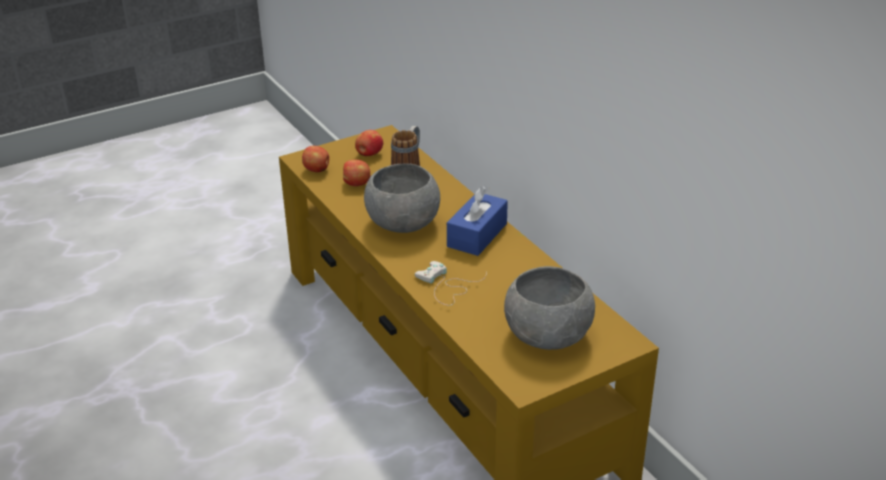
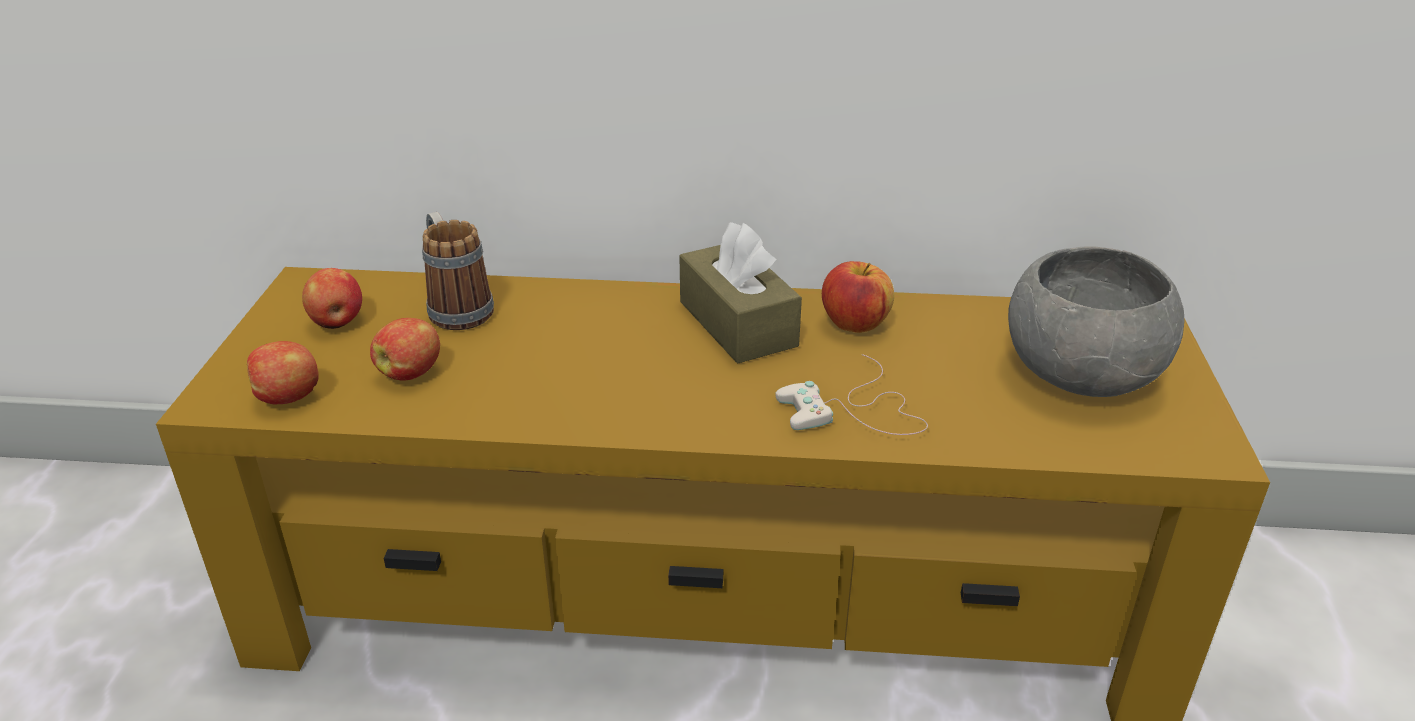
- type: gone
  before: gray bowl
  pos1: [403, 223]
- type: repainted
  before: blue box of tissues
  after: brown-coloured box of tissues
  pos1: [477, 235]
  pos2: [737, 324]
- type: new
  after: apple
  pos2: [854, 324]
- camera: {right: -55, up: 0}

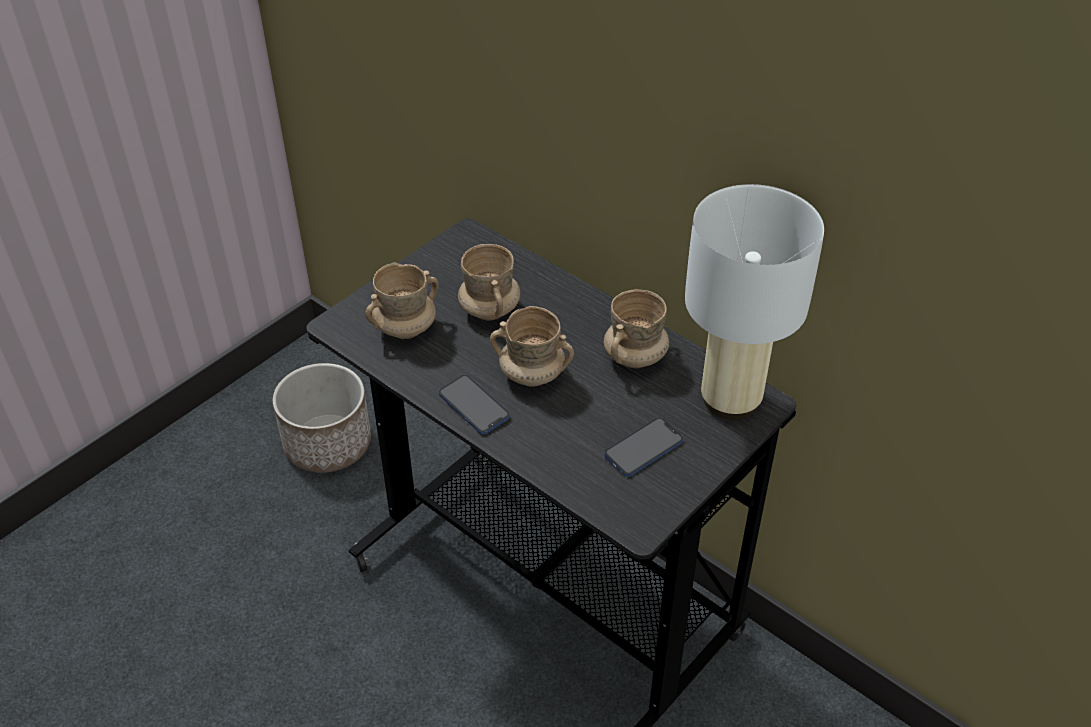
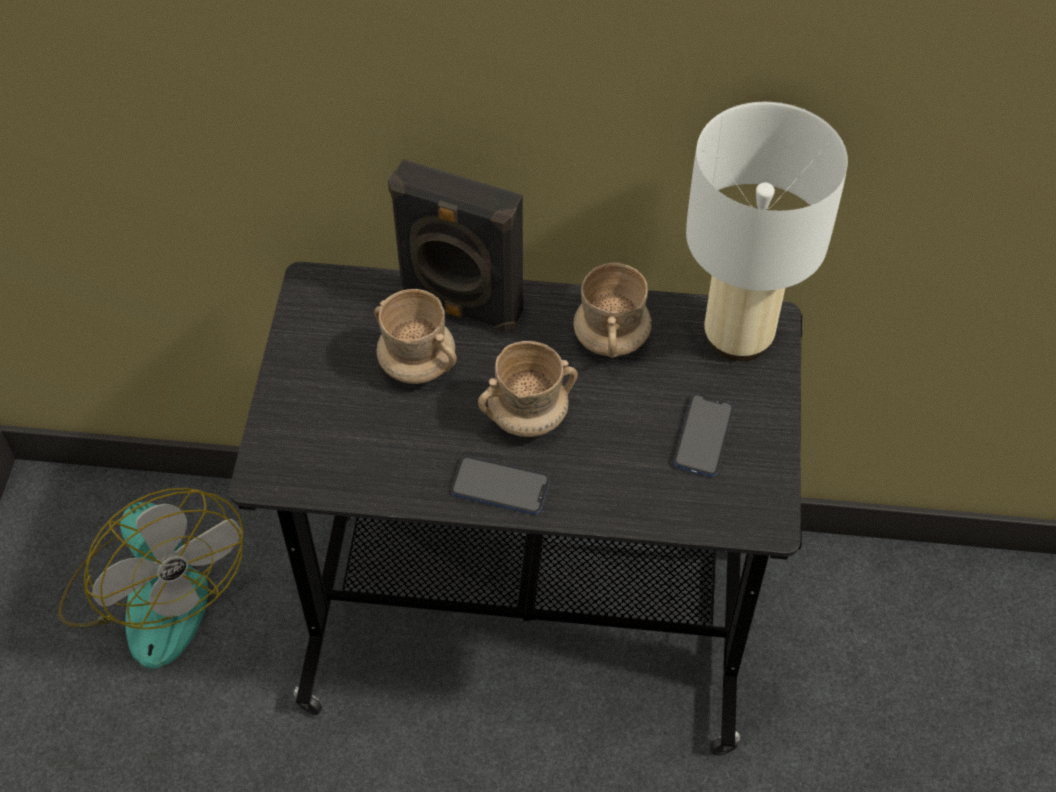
- type: swapped
  before: plant pot
  after: cooling fan
  pos1: [328, 444]
  pos2: [154, 592]
- type: gone
  before: beige tea mug
  pos1: [405, 328]
- type: new
  after: black speaker
  pos2: [460, 308]
- camera: {right: -35, up: 10}

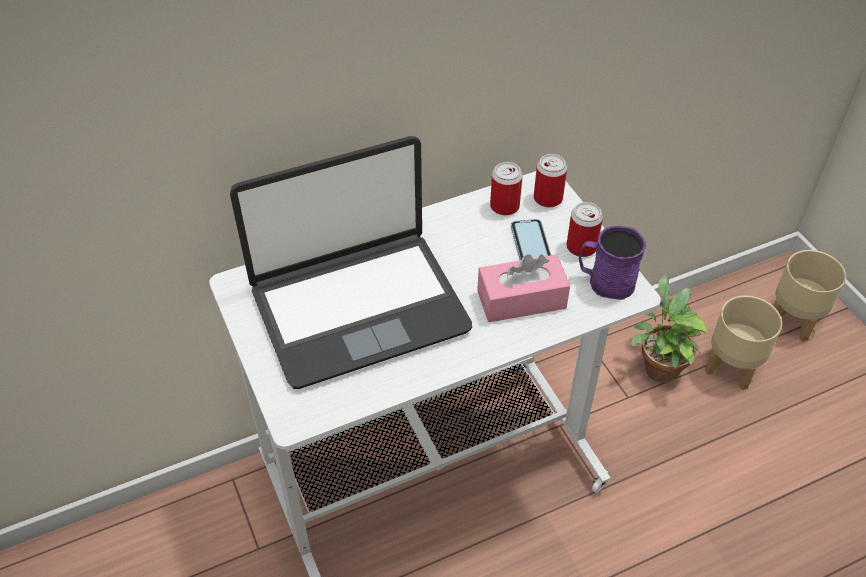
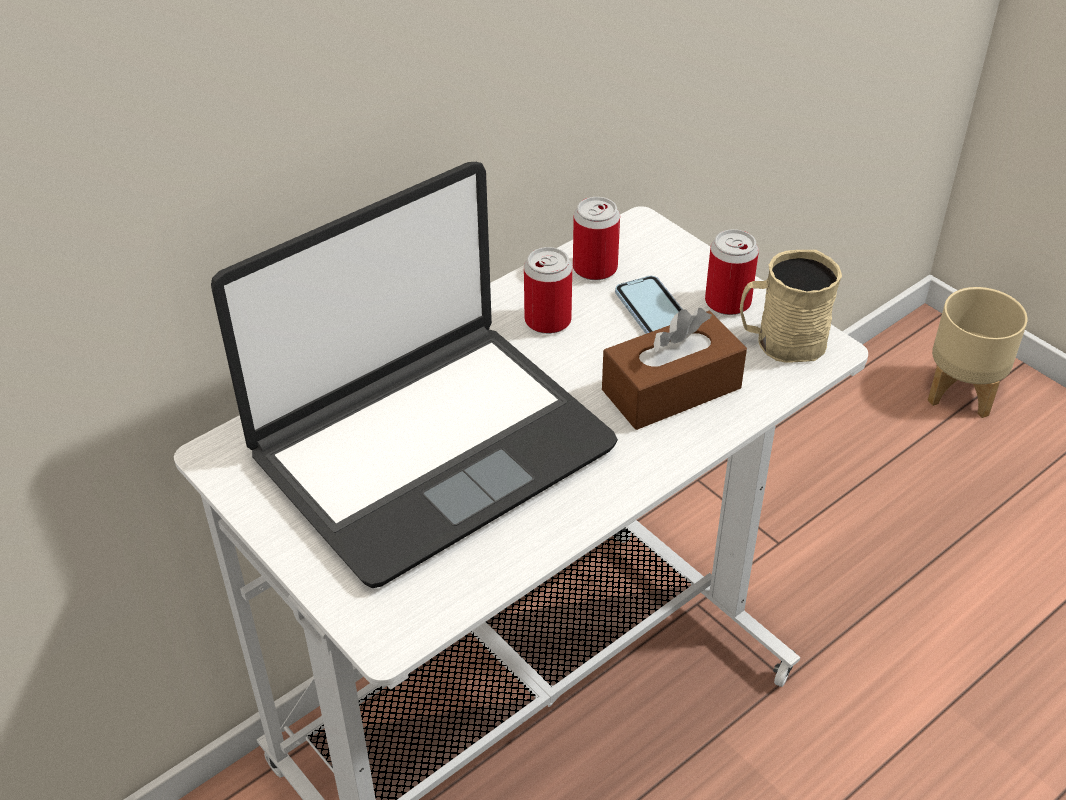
- type: repainted
  before: pinkish box of tissues
  after: brown-coloured box of tissues
  pos1: [521, 299]
  pos2: [671, 389]
- type: shifted
  before: sealed can
  pos1: [548, 198]
  pos2: [548, 320]
- type: repainted
  before: purplish tea mug
  after: beige tea mug
  pos1: [605, 282]
  pos2: [781, 341]
- type: gone
  before: potted plant
  pos1: [658, 366]
- type: gone
  before: beige plant pot
  pos1: [732, 366]
- camera: {right: -15, up: -5}

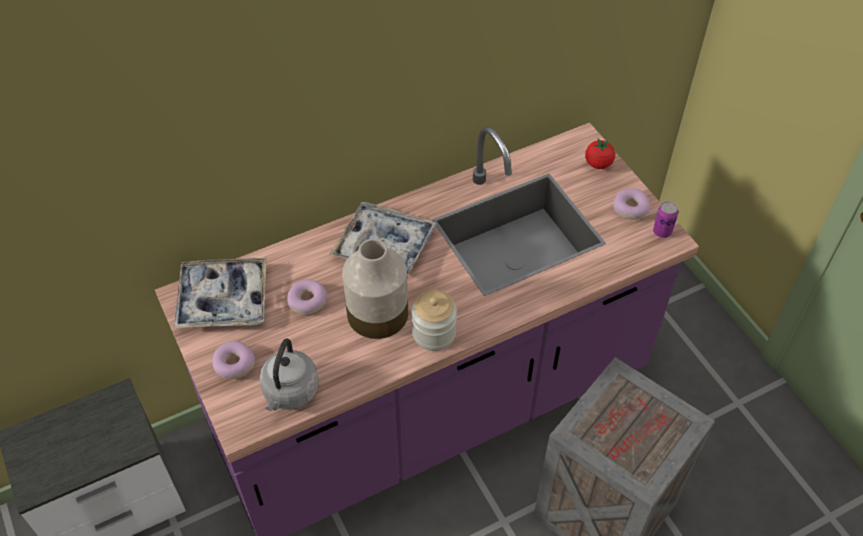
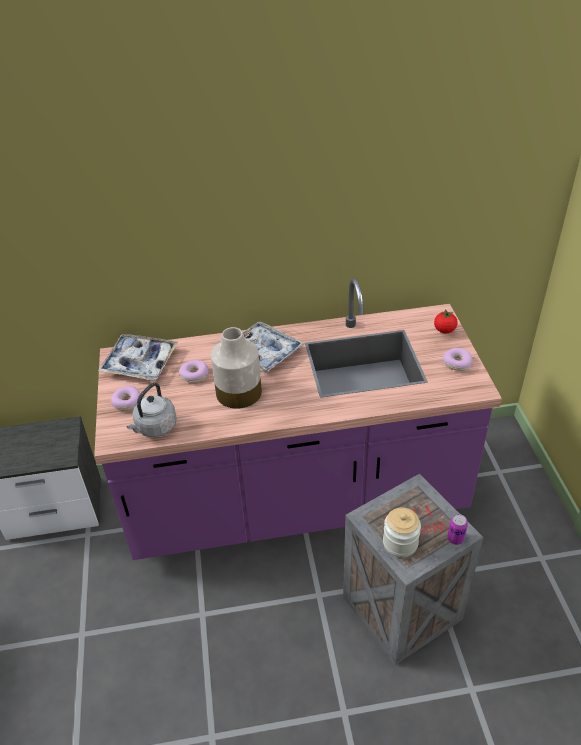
- type: shifted
  before: jar
  pos1: [434, 333]
  pos2: [400, 543]
- type: shifted
  before: sealed can
  pos1: [662, 231]
  pos2: [455, 538]
- camera: {right: 20, up: -10}

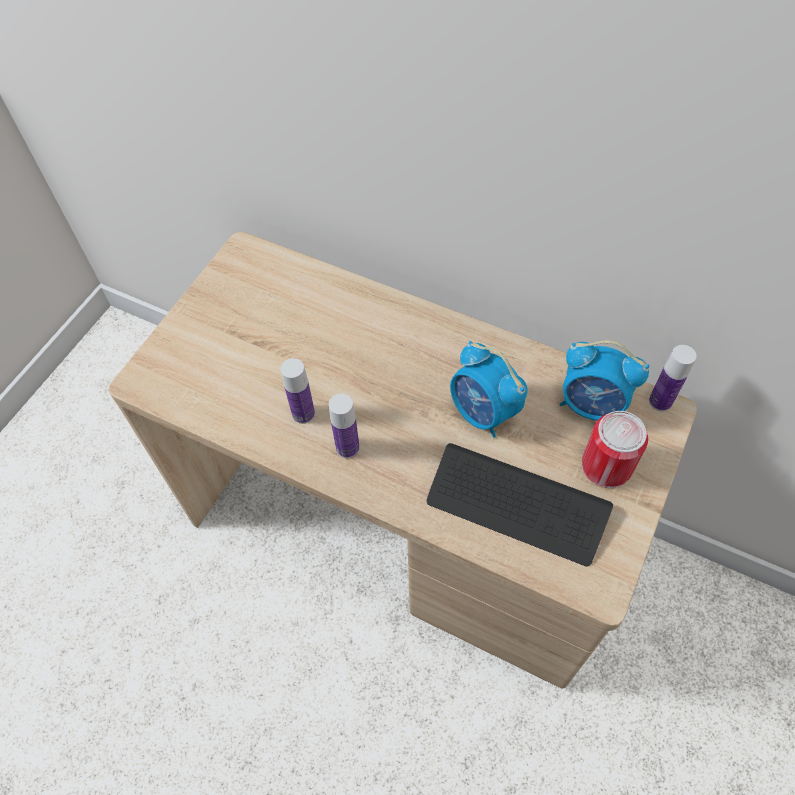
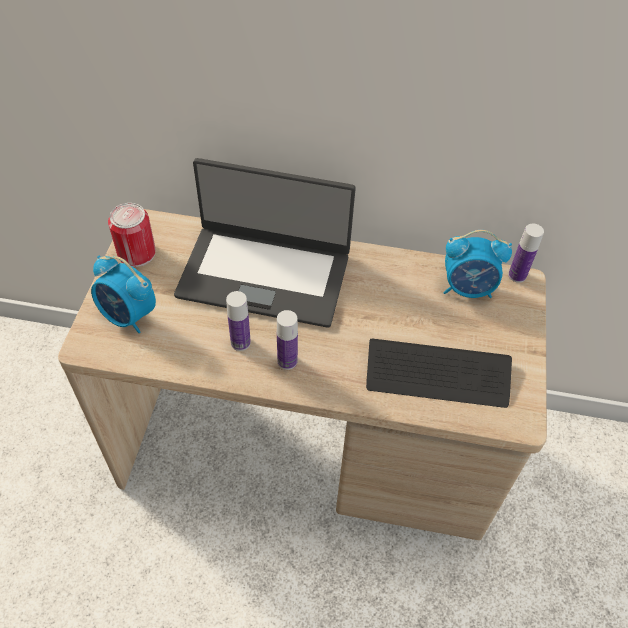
- type: shifted
  before: table clock
  pos1: [483, 413]
  pos2: [128, 316]
- type: shifted
  before: sealed can
  pos1: [606, 466]
  pos2: [136, 253]
- type: new
  after: notebook computer
  pos2: [264, 274]
- camera: {right: -20, up: -5}

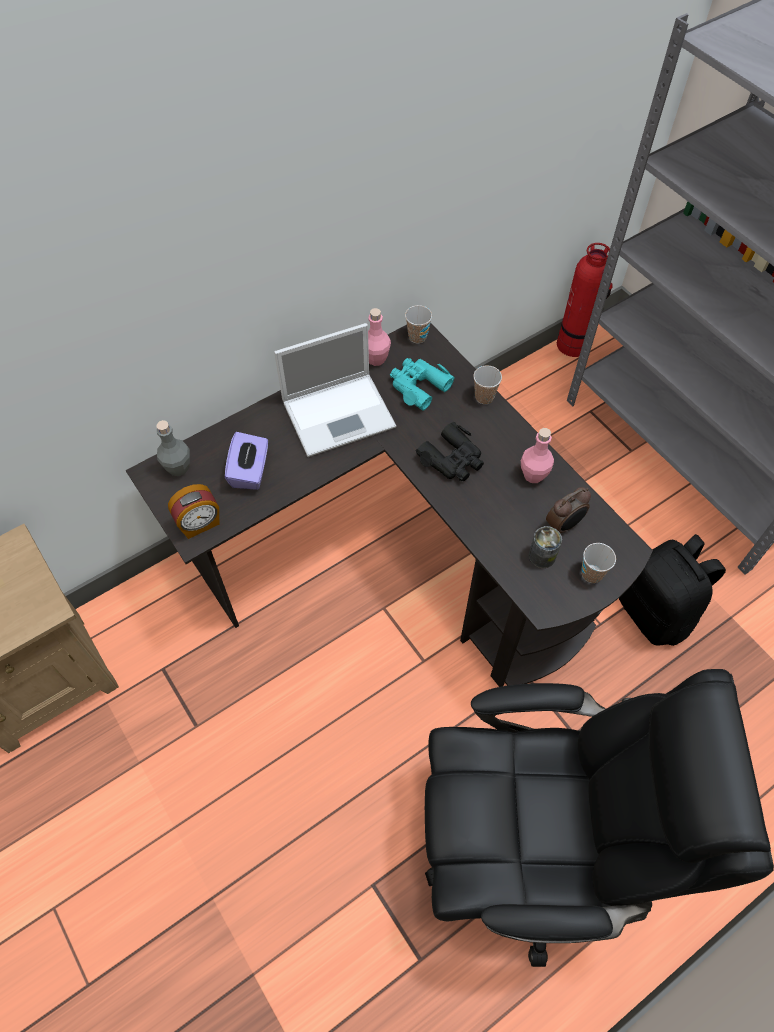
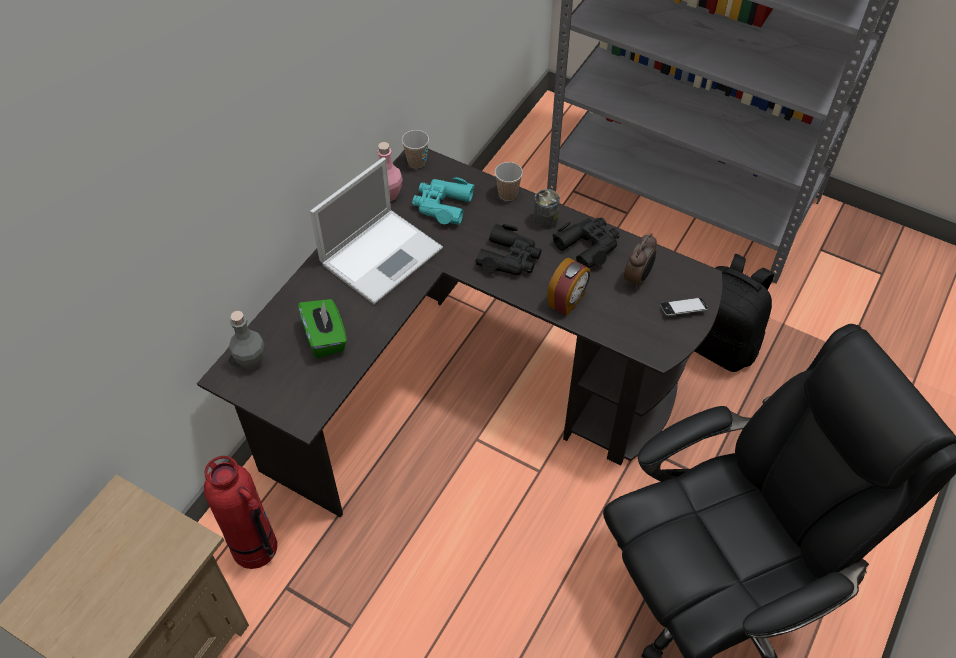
- type: shifted
  before: table clock
  pos1: [199, 524]
  pos2: [567, 301]
- type: repainted
  before: purplish box of tissues
  after: green-coloured box of tissues
  pos1: [250, 471]
  pos2: [325, 338]
- type: swapped
  before: pinkish bottle
  after: black pair of binoculars
  pos1: [533, 475]
  pos2: [588, 245]
- type: shifted
  before: sealed can
  pos1: [542, 556]
  pos2: [545, 220]
- type: shifted
  before: fire-fighting cylinder
  pos1: [573, 345]
  pos2: [255, 548]
- type: swapped
  before: small cup
  after: telephone
  pos1: [591, 574]
  pos2: [683, 309]
- camera: {right: -25, up: -5}

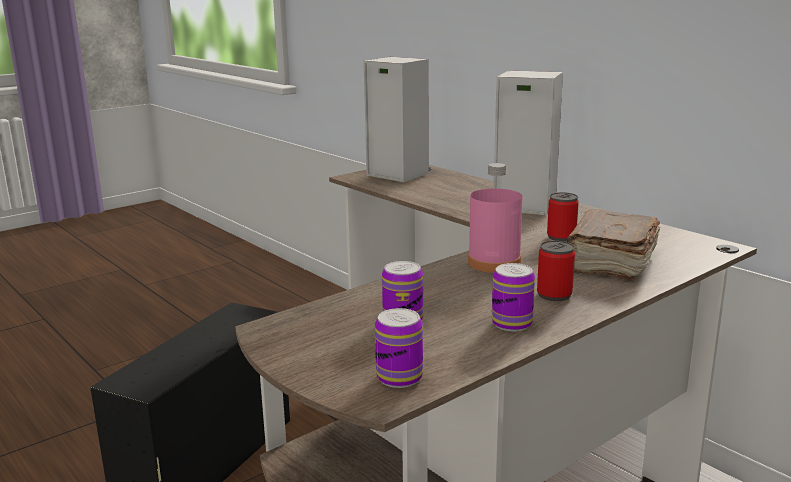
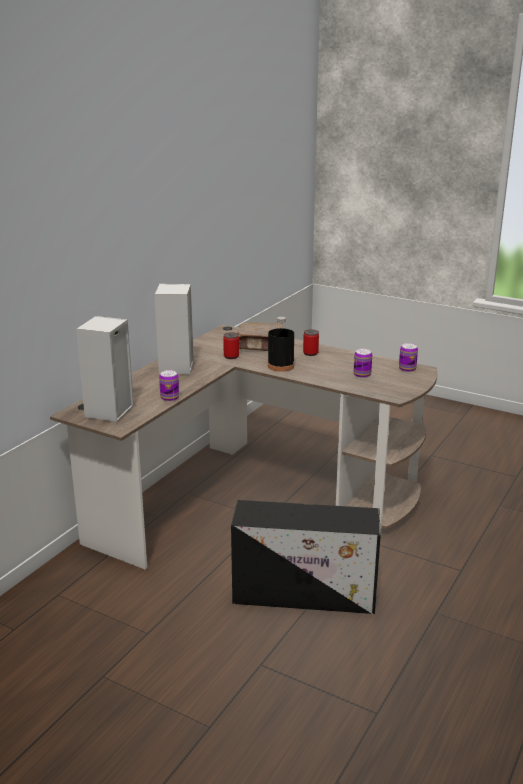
- type: repainted
  before: pinkish bottle
  after: black bottle
  pos1: [494, 263]
  pos2: [280, 366]
- type: shifted
  before: sealed can
  pos1: [511, 323]
  pos2: [169, 397]
- camera: {right: -110, up: 5}

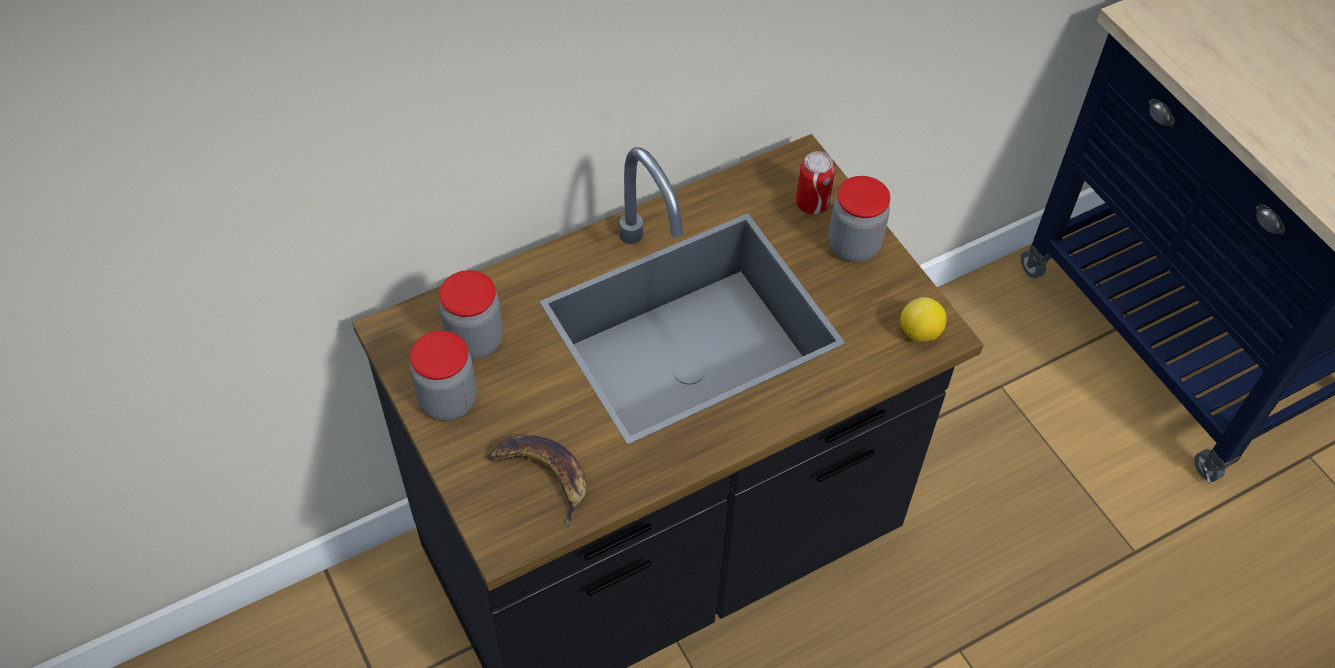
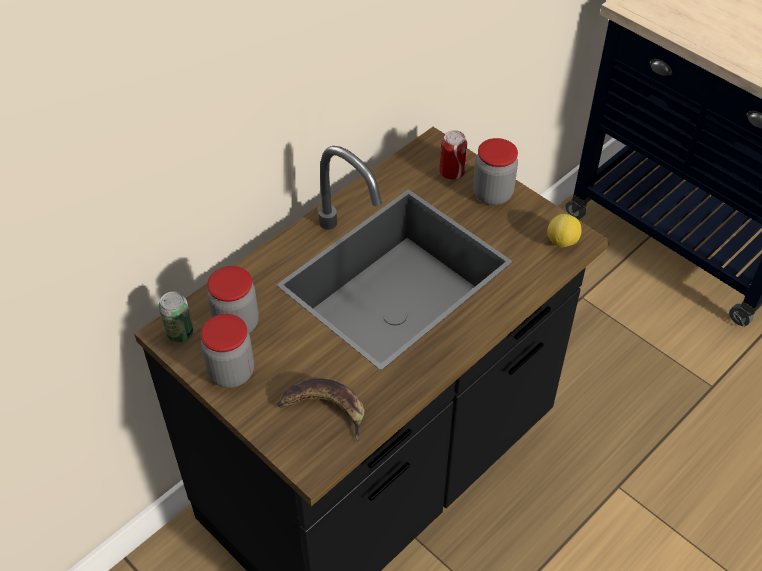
- type: new
  after: sealed can
  pos2: [180, 333]
- camera: {right: -15, up: -5}

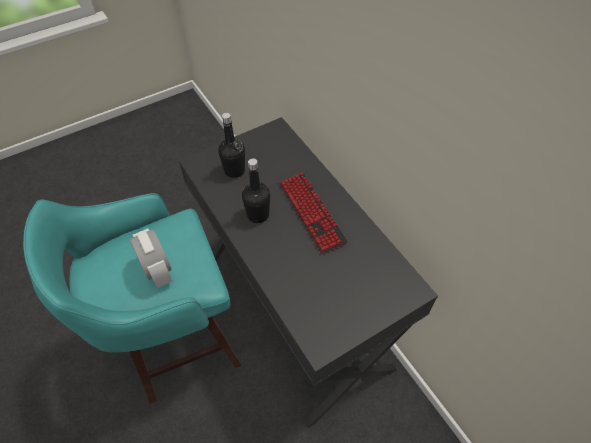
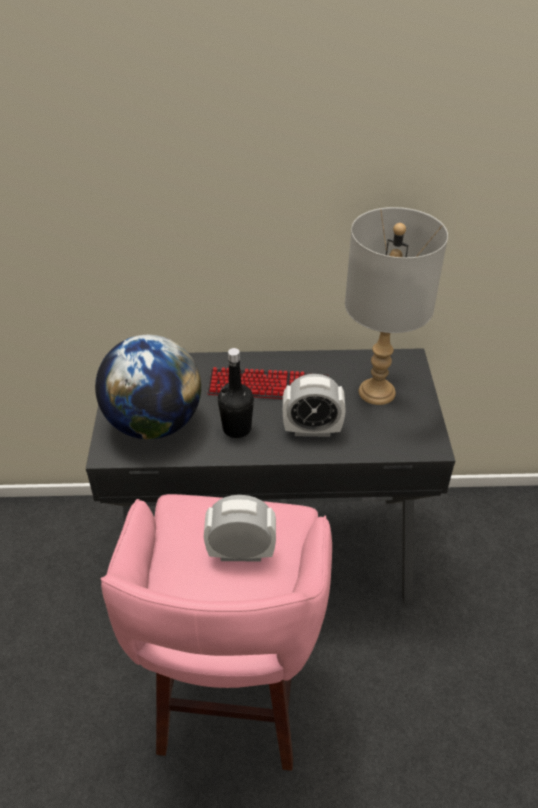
- type: repainted
  before: turquoise stool
  after: pinkish stool
  pos1: [178, 346]
  pos2: [231, 702]
- type: swapped
  before: black bottle
  after: globe
  pos1: [234, 170]
  pos2: [154, 423]
- type: new
  after: table clock
  pos2: [312, 430]
- type: new
  after: gray lamp for a table
  pos2: [376, 392]
- camera: {right: -60, up: -10}

